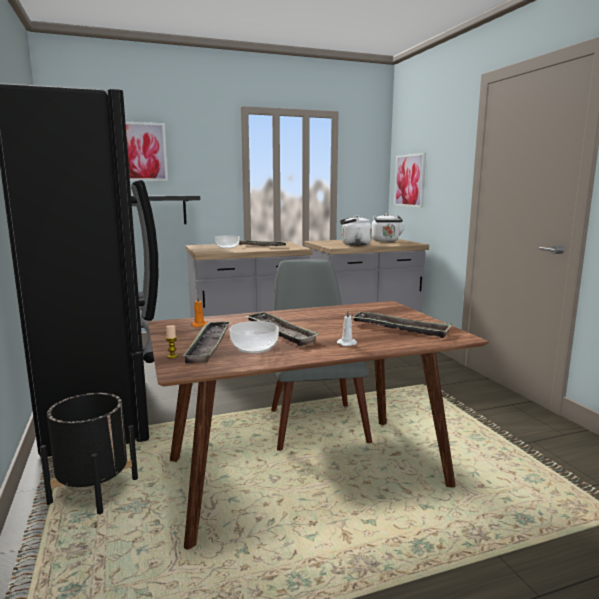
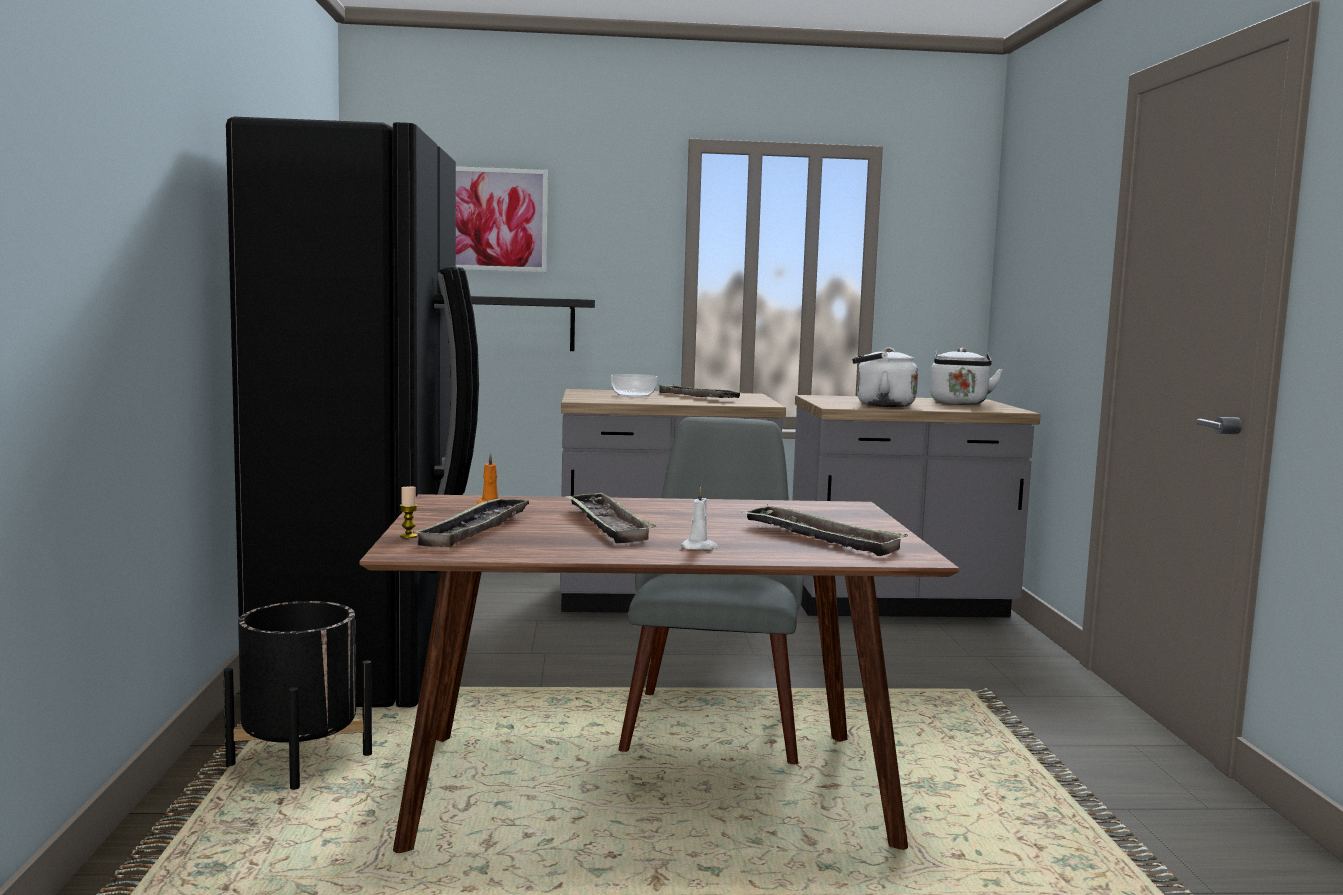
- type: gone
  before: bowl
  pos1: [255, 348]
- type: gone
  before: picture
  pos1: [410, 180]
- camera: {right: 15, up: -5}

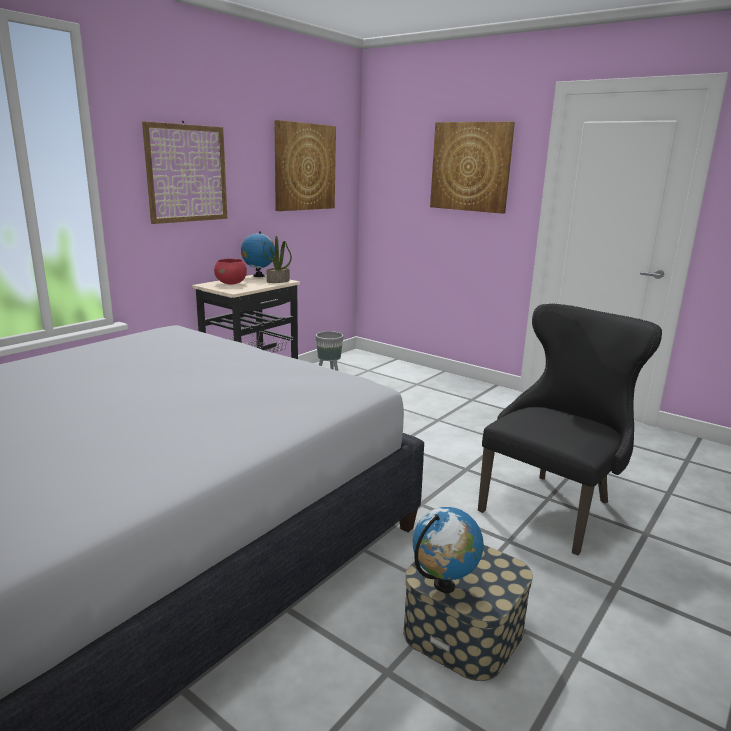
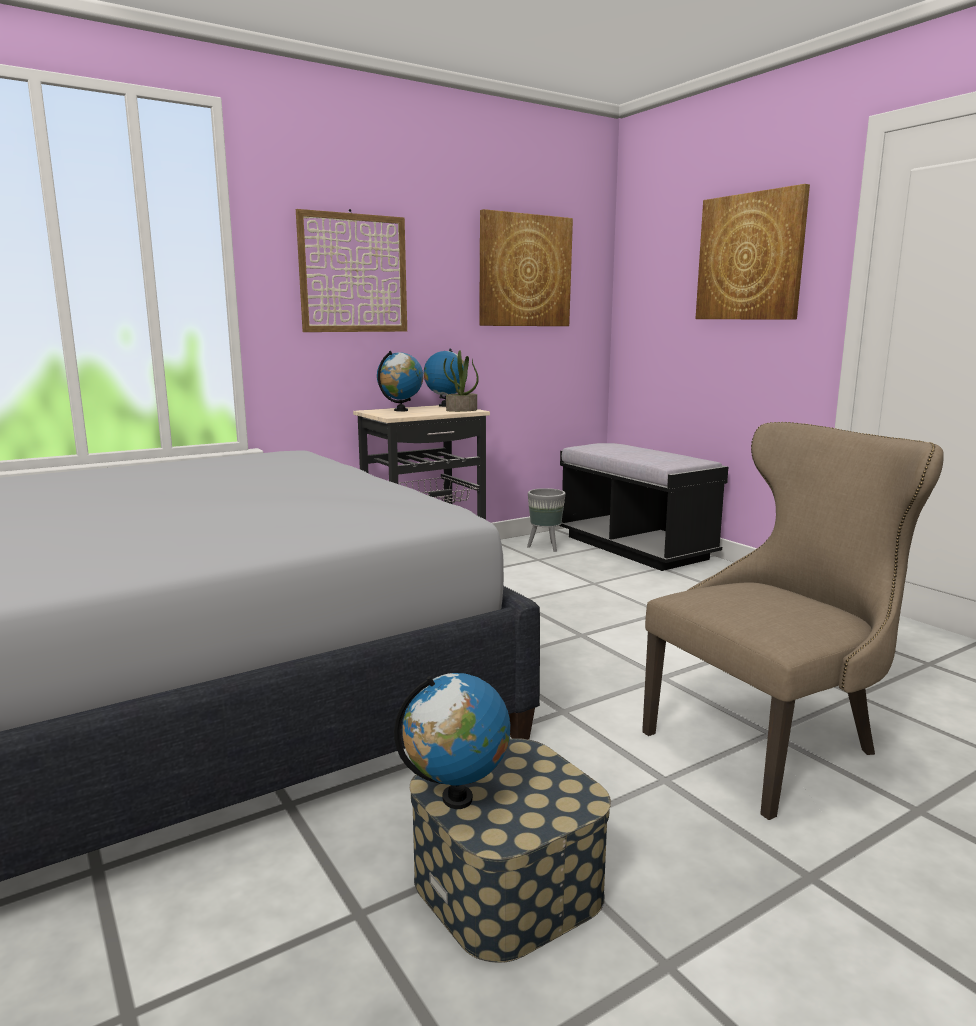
- type: swapped
  before: reddish bowl
  after: globe
  pos1: [231, 283]
  pos2: [401, 410]
- type: repainted
  before: black chair
  after: beige chair
  pos1: [553, 506]
  pos2: [770, 745]
- type: new
  after: black indoor bench
  pos2: [635, 547]
- camera: {right: 20, up: -5}

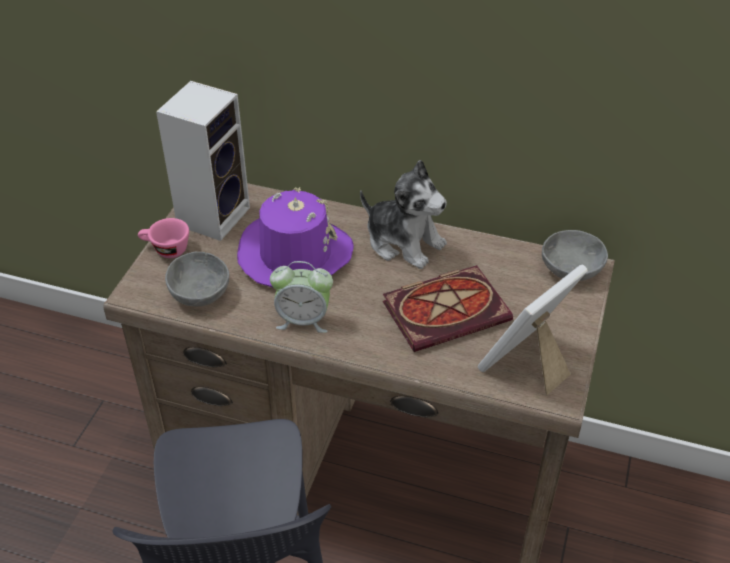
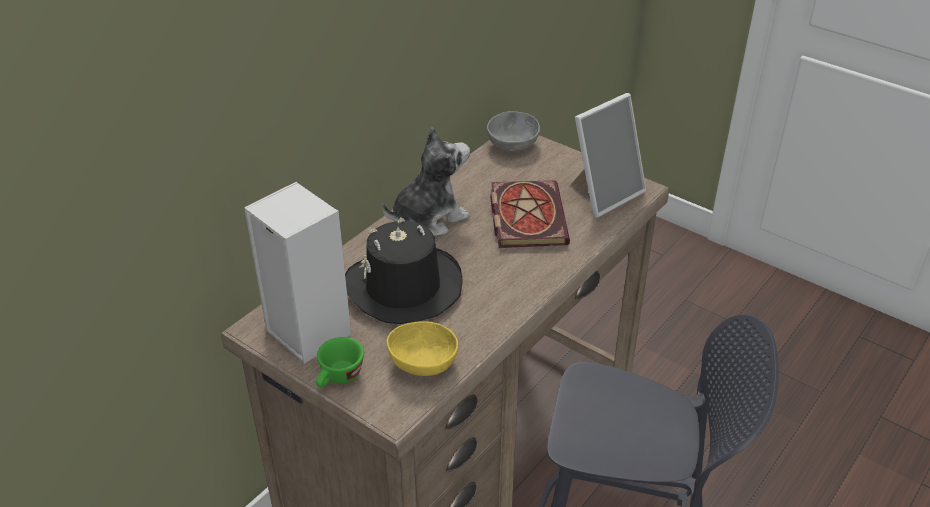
- type: repainted
  before: pinkish small cup
  after: green-coloured small cup
  pos1: [165, 250]
  pos2: [339, 378]
- type: repainted
  before: gray bowl
  after: yellow bowl
  pos1: [201, 293]
  pos2: [423, 362]
- type: repainted
  before: purplish clothing hat
  after: black clothing hat
  pos1: [294, 254]
  pos2: [403, 287]
- type: gone
  before: table clock
  pos1: [303, 320]
- type: rotated
  before: picture frame
  pos1: [527, 364]
  pos2: [604, 193]
  turn: -105
- camera: {right: -70, up: -5}

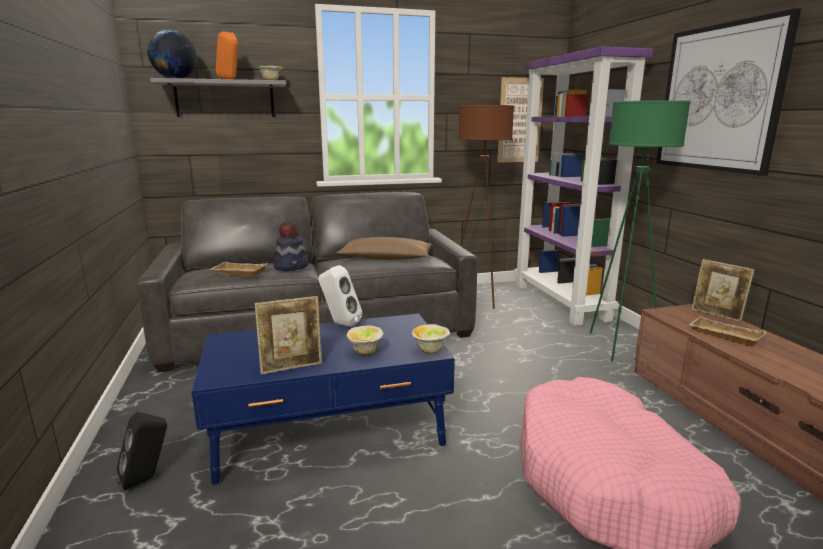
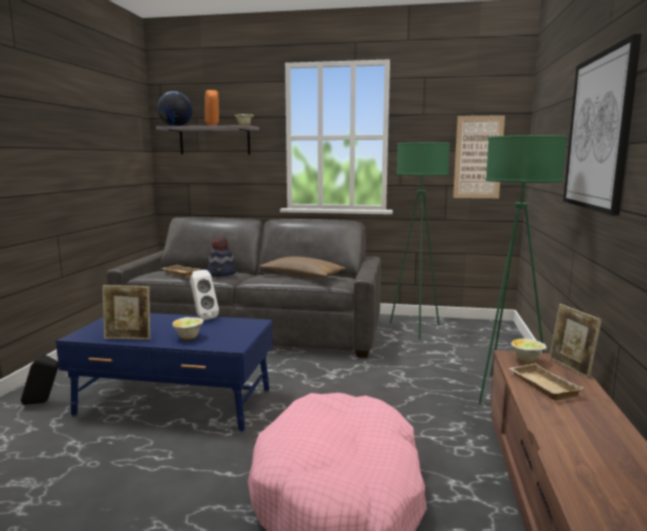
- type: shifted
  before: bowl
  pos1: [431, 351]
  pos2: [527, 361]
- type: repainted
  before: brown-coloured standard lamp
  after: green-coloured standard lamp
  pos1: [478, 299]
  pos2: [415, 329]
- type: gone
  before: purplish bookcase
  pos1: [561, 302]
- camera: {right: 25, up: -5}

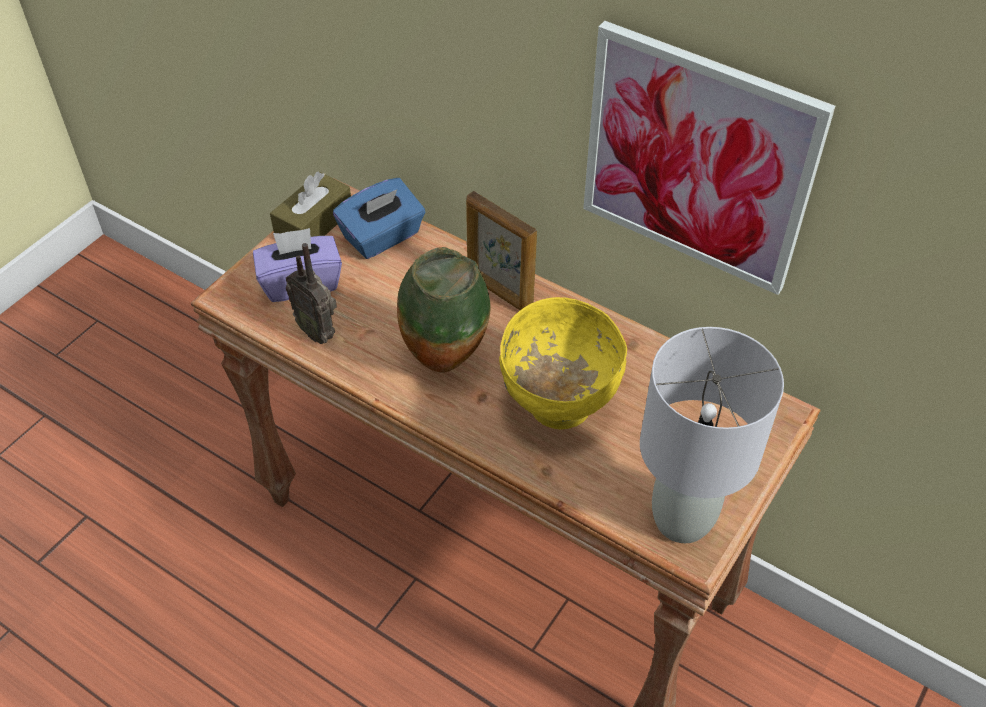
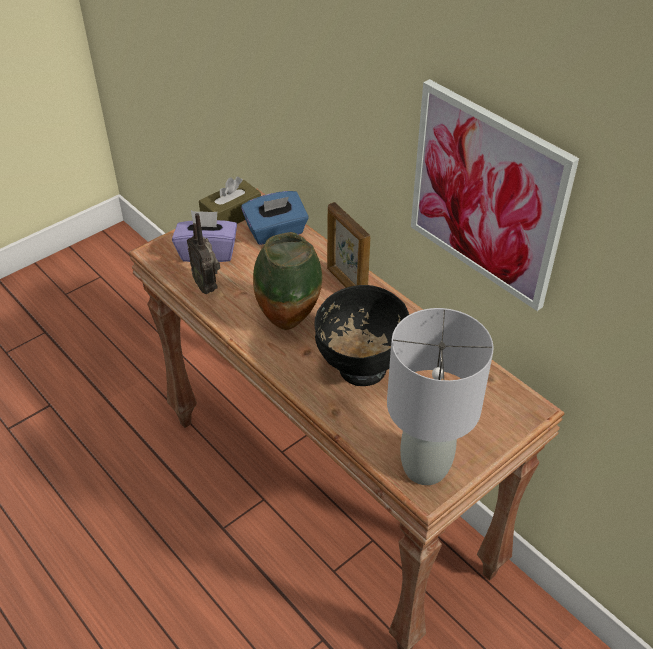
- type: repainted
  before: yellow bowl
  after: black bowl
  pos1: [558, 405]
  pos2: [360, 369]
- camera: {right: 15, up: -5}

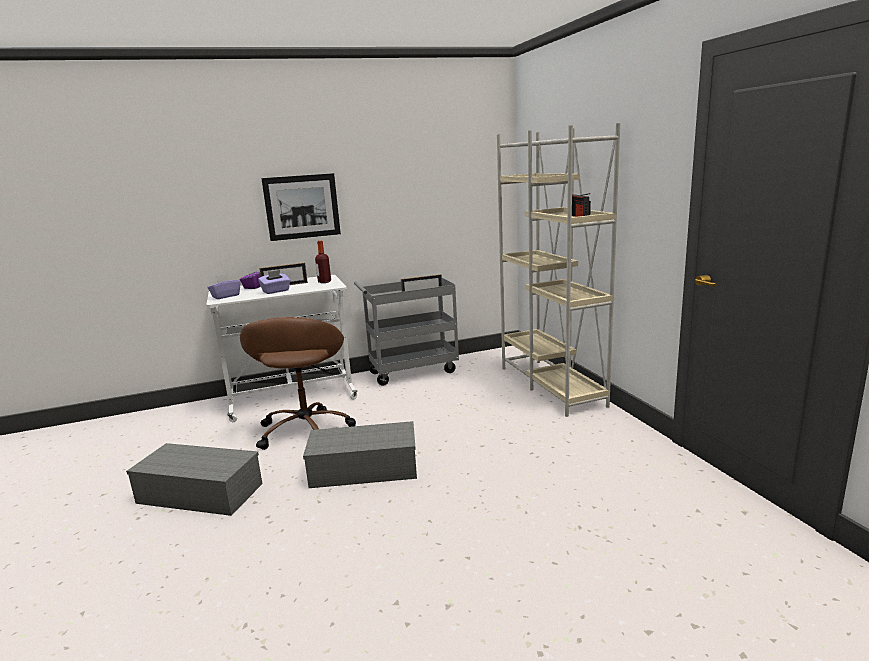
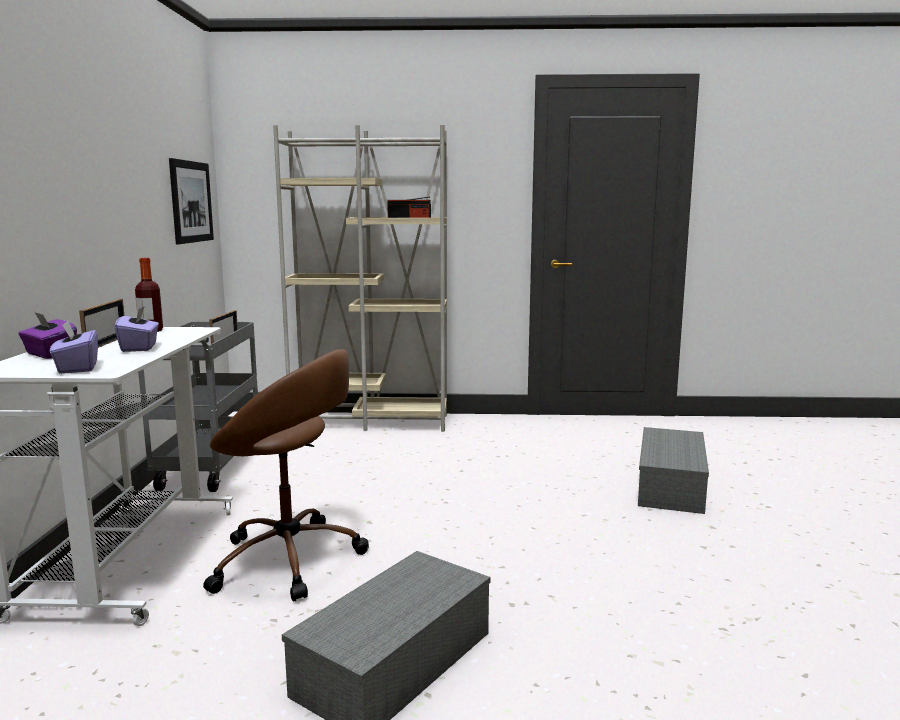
- type: shifted
  before: picture
  pos1: [302, 207]
  pos2: [191, 202]
- type: shifted
  before: gray storage box
  pos1: [362, 470]
  pos2: [672, 486]
- camera: {right: -70, up: -5}

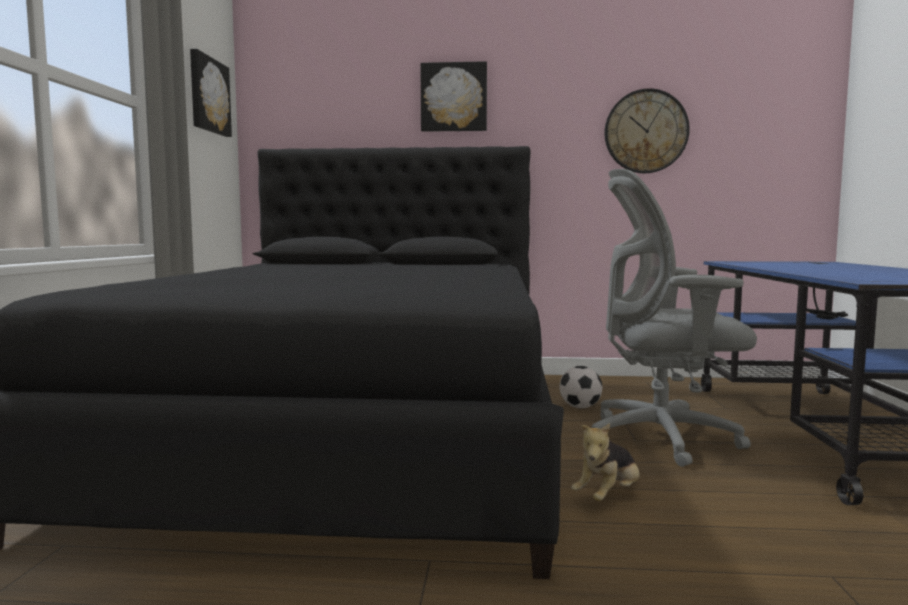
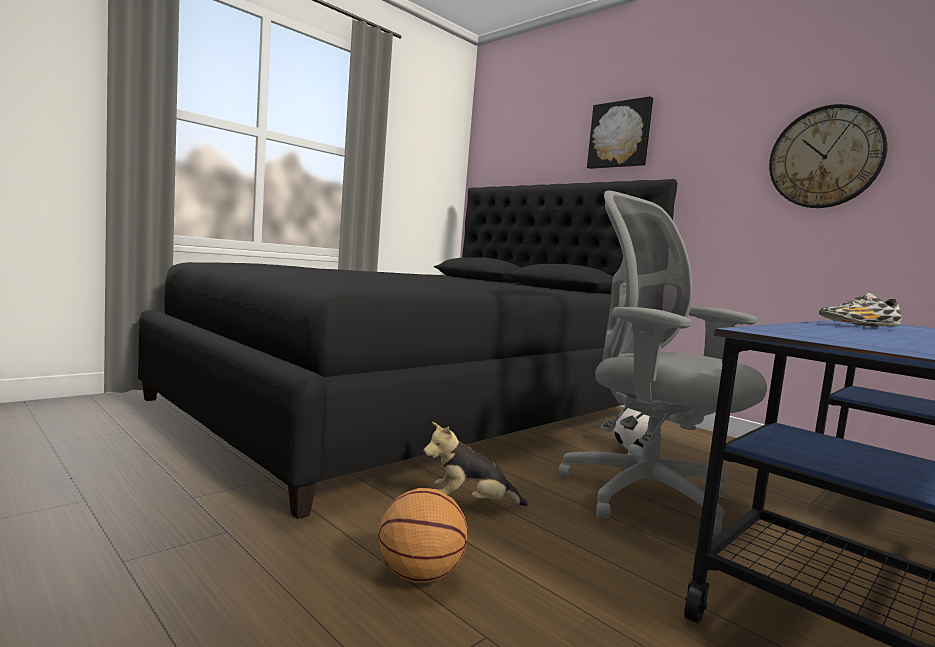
- type: gone
  before: picture
  pos1: [208, 95]
- type: new
  after: ball for basketball
  pos2: [419, 576]
- type: new
  after: low shoe
  pos2: [858, 327]
- camera: {right: 40, up: 0}

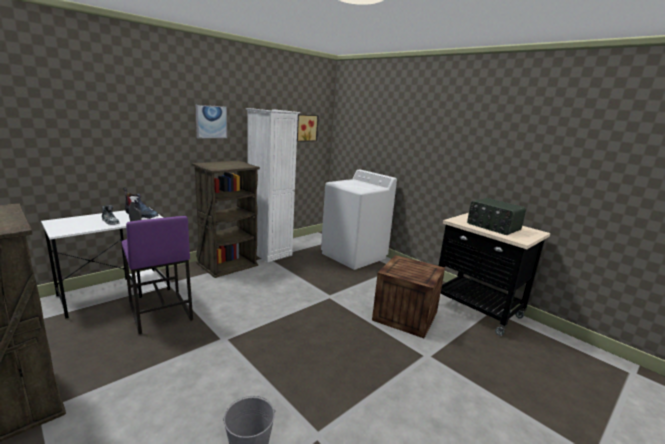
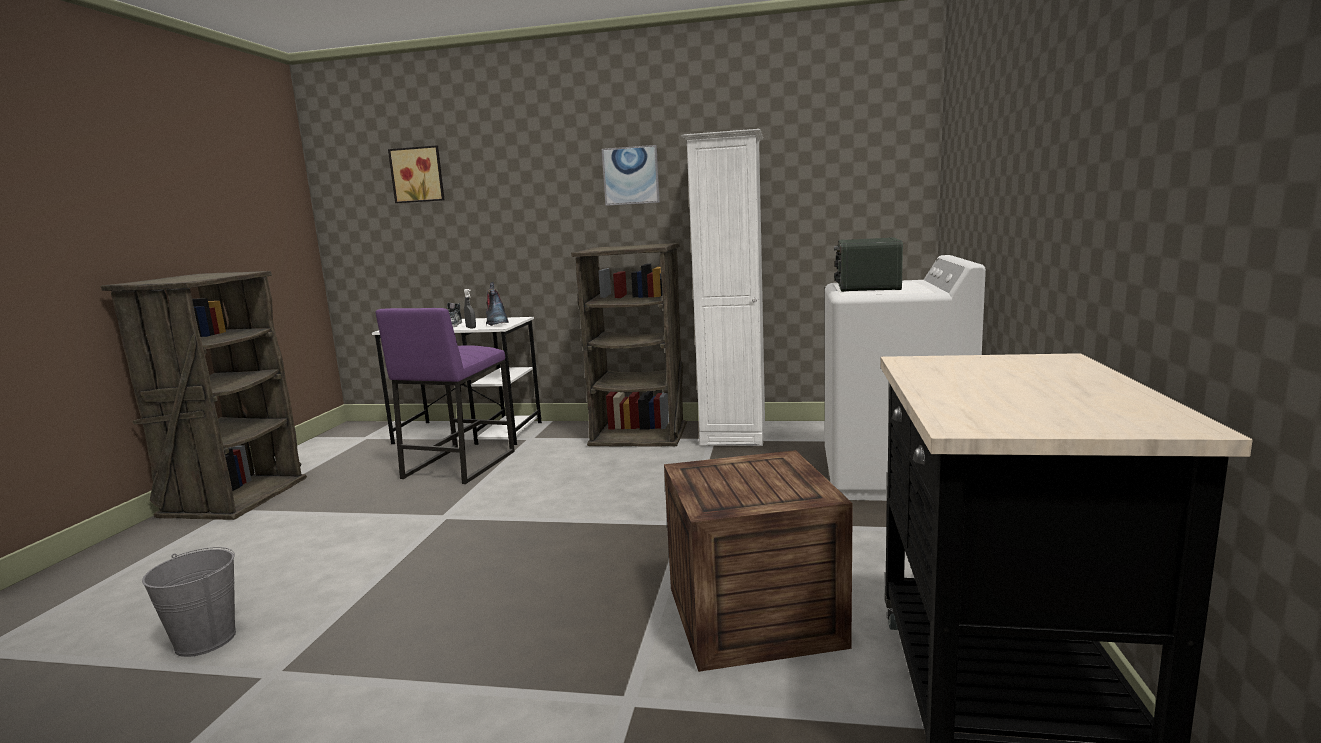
- type: shifted
  before: picture
  pos1: [306, 128]
  pos2: [418, 175]
- type: shifted
  before: radio receiver
  pos1: [493, 227]
  pos2: [866, 286]
- camera: {right: 55, up: -5}

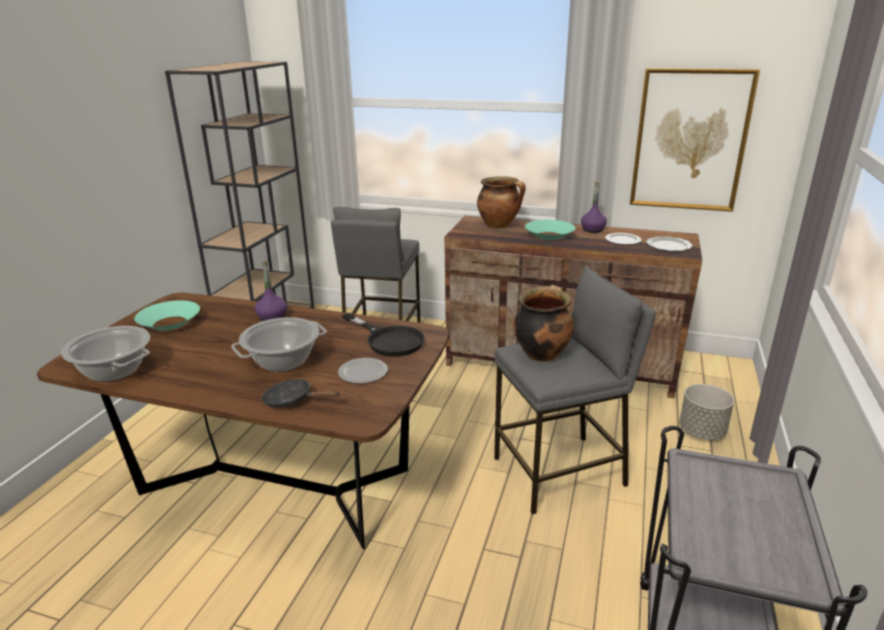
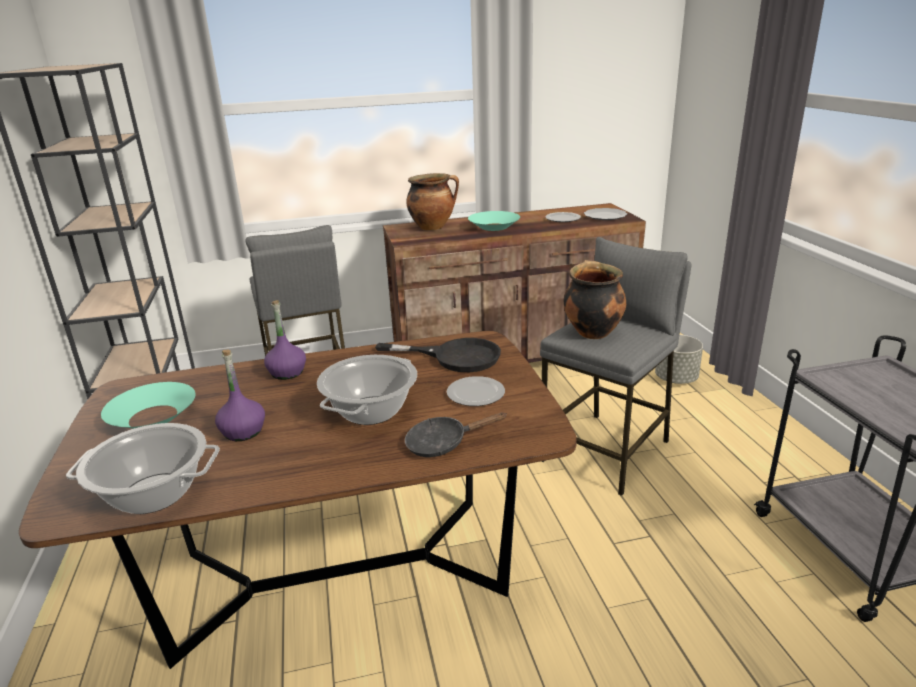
- type: shifted
  before: purplish bottle
  pos1: [593, 230]
  pos2: [243, 431]
- type: gone
  before: picture
  pos1: [690, 140]
- camera: {right: -30, up: 0}

